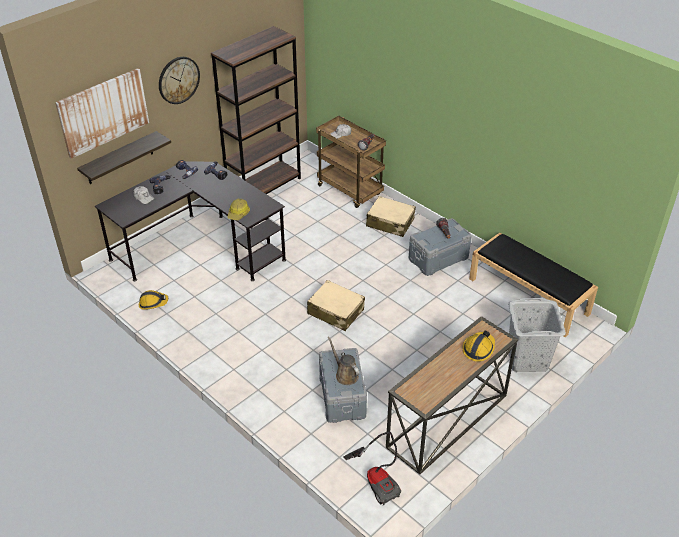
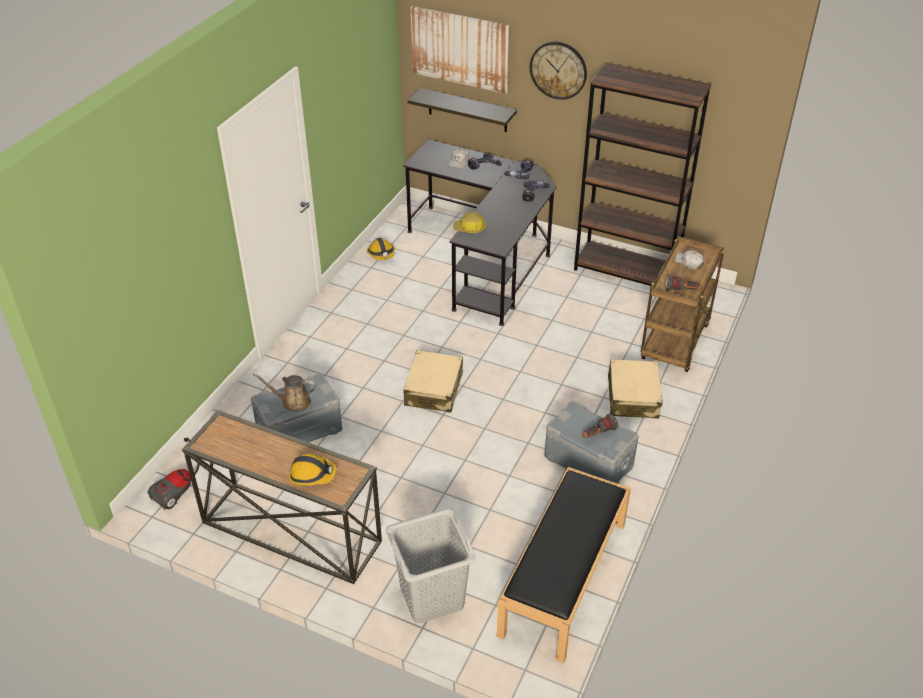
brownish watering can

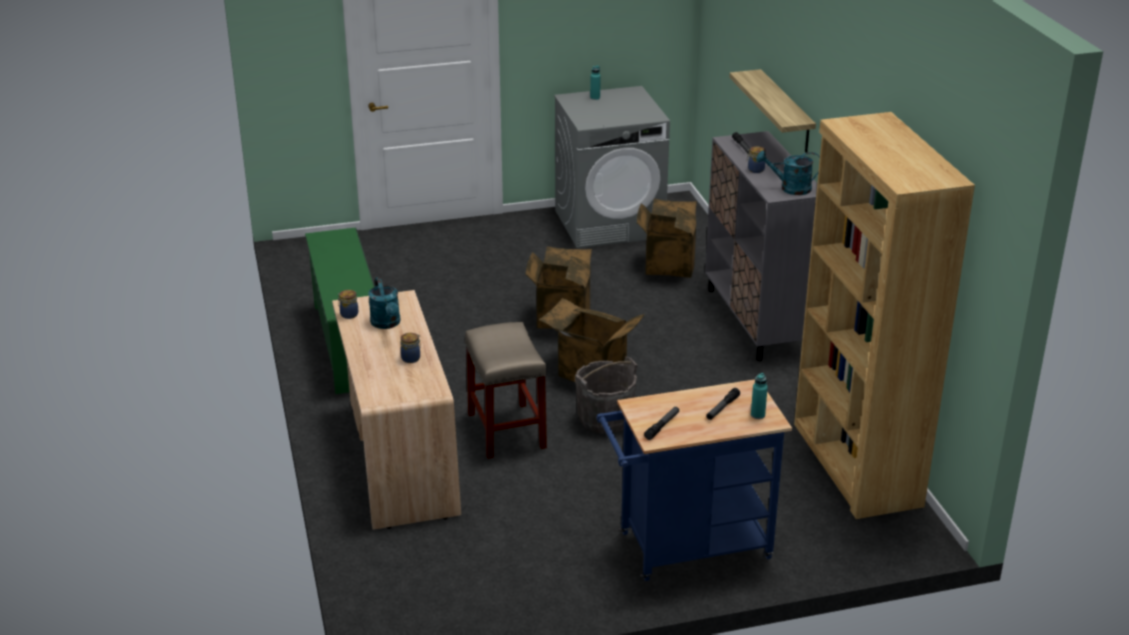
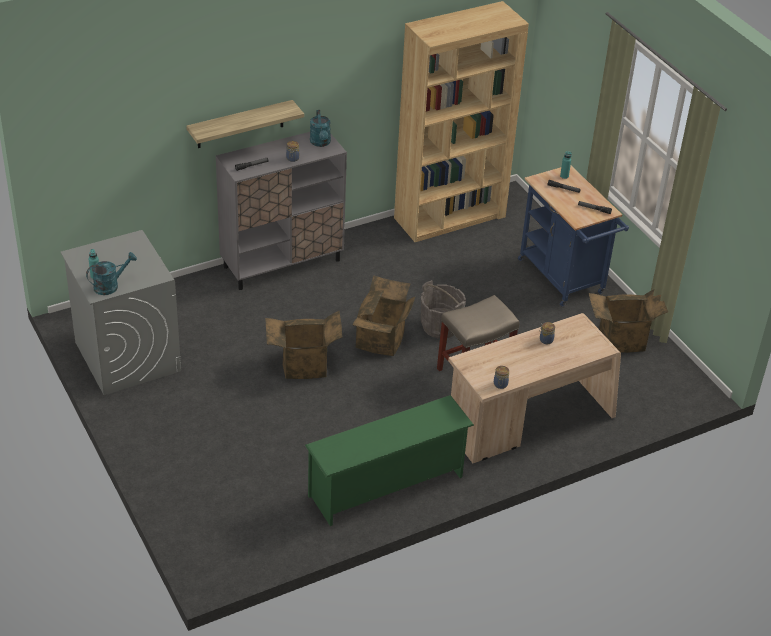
carton (no. 3 from left)
turquoise watering can (no. 1 from left)

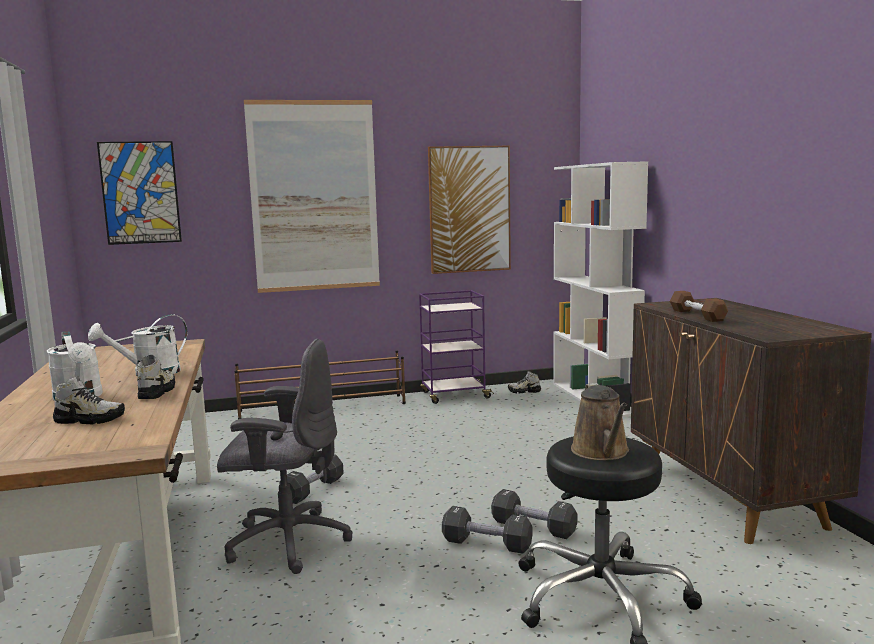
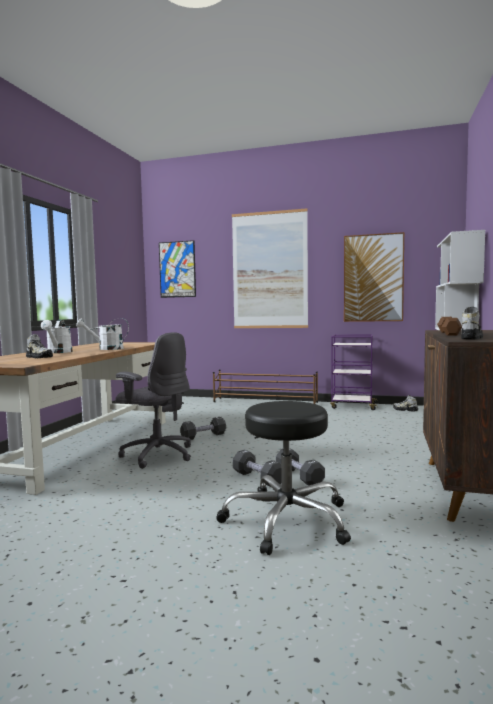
low shoe (no. 3 from left)
brownish watering can

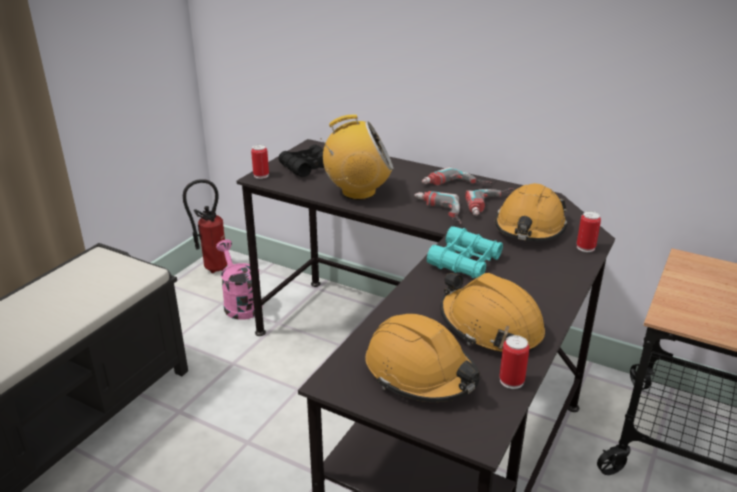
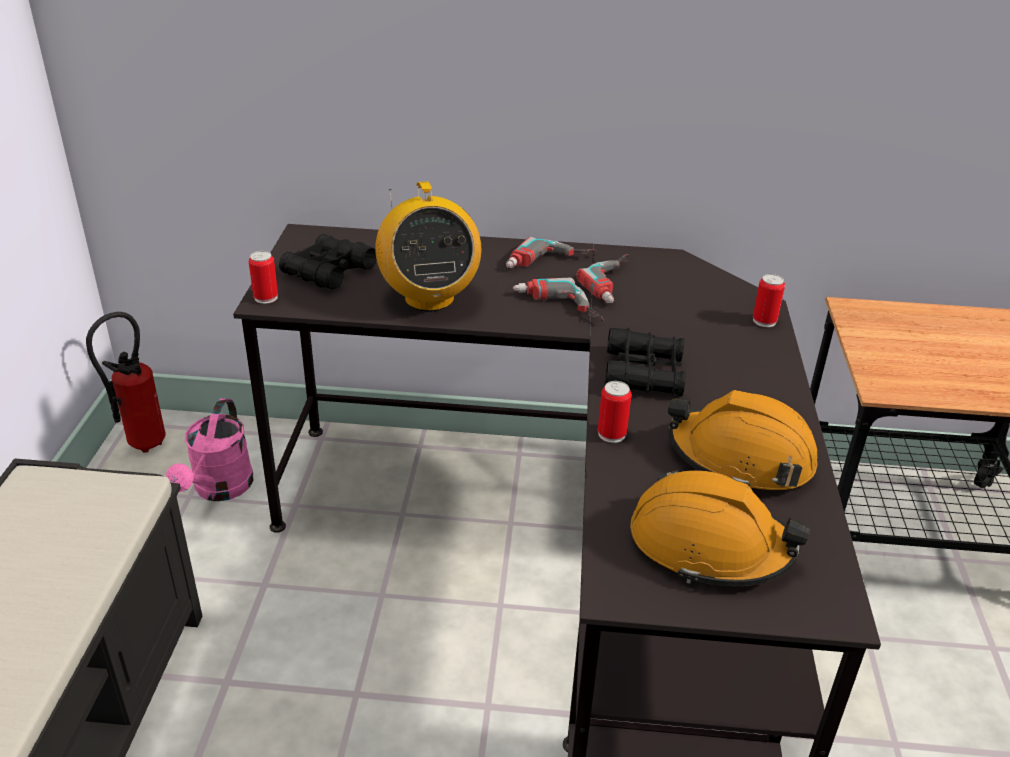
radio
orange-coloured hard hat (no. 3 from left in the first image)
black field glasses (no. 2 from left)
pink watering can
sealed can (no. 2 from left)

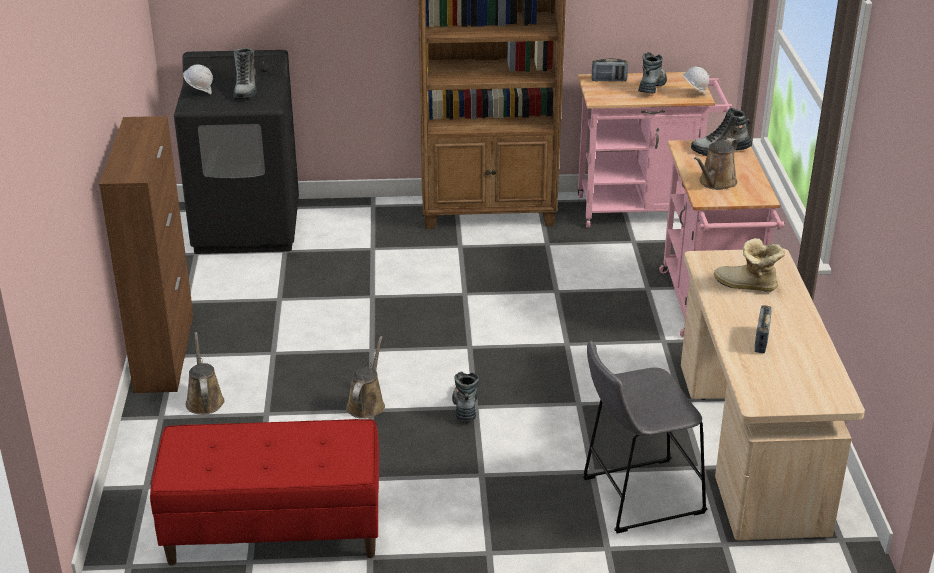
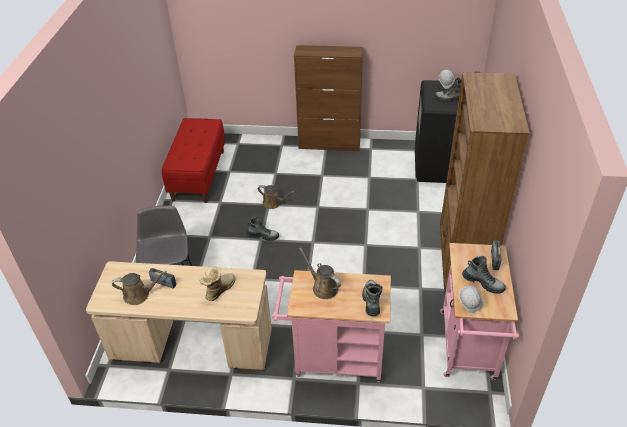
brownish watering can (no. 1 from left)

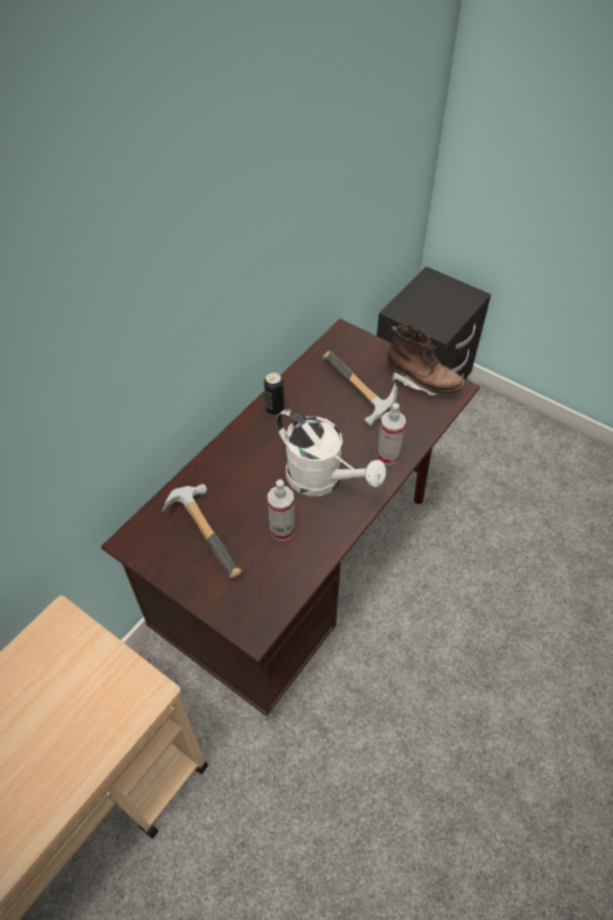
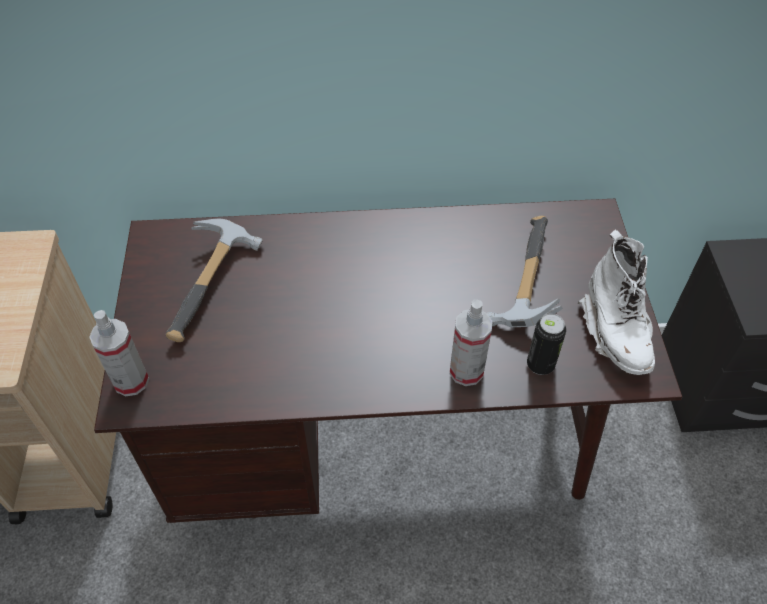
whitish tall boot
sealed can
whitish watering can
spray bottle (no. 1 from left)

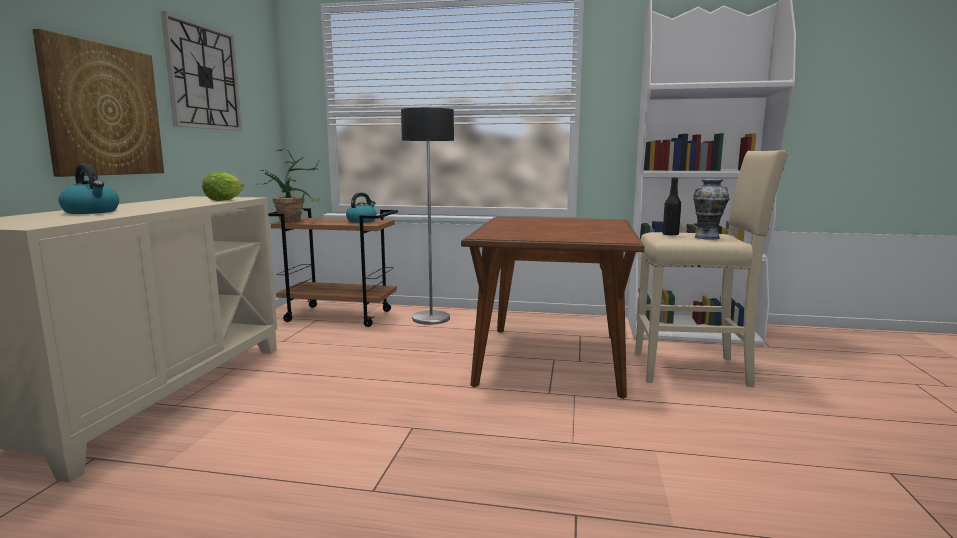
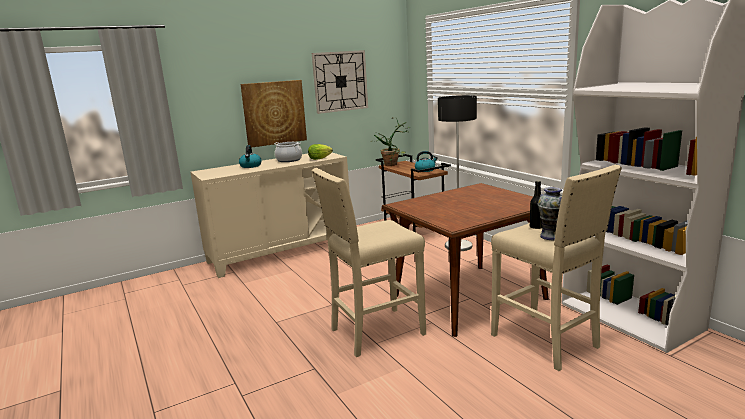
cooking pot
beige-coloured stool (no. 1 from left)

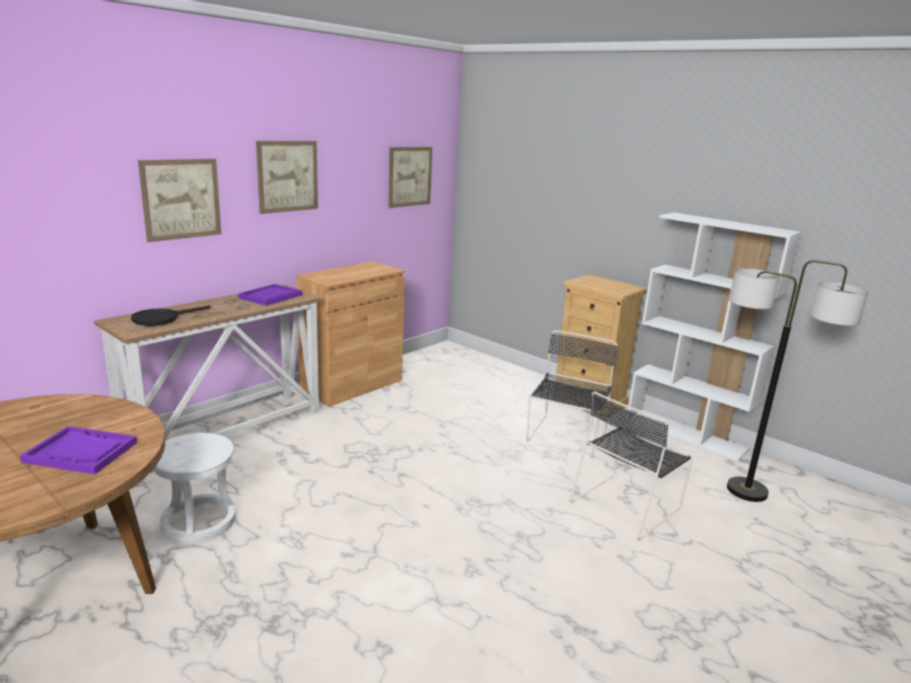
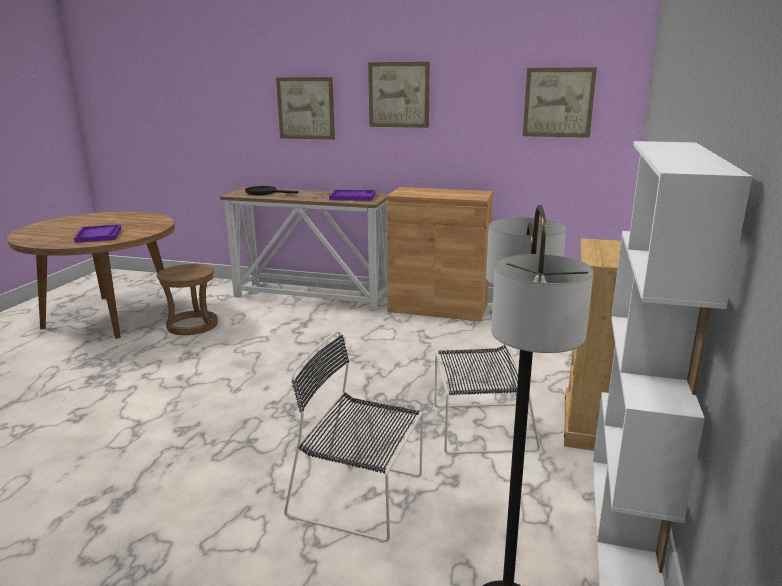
brownish stool

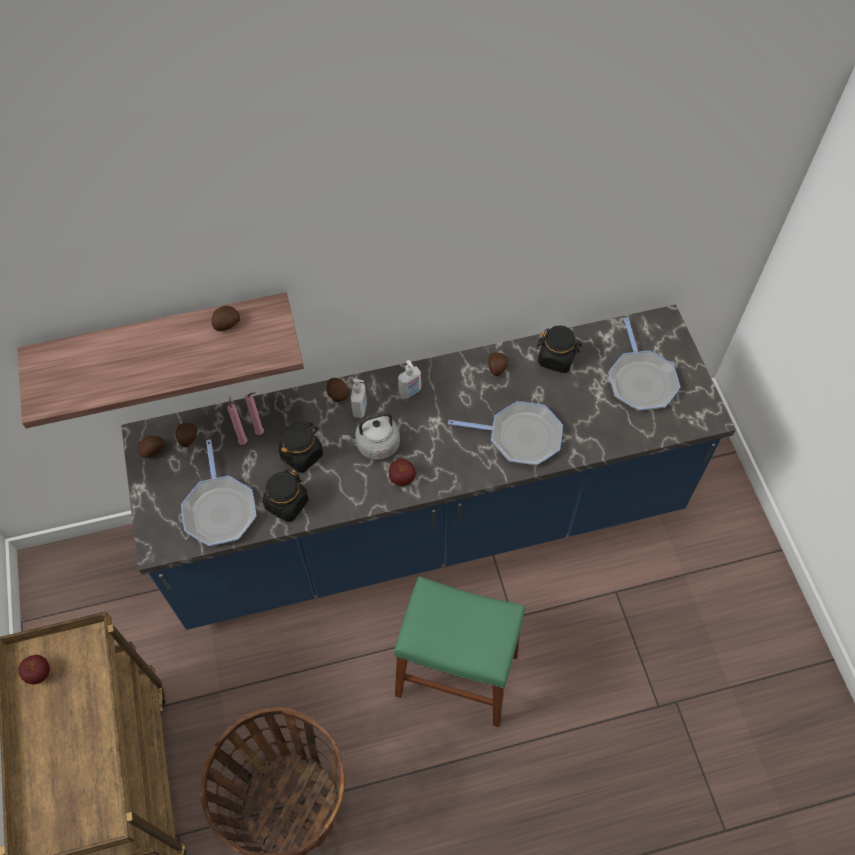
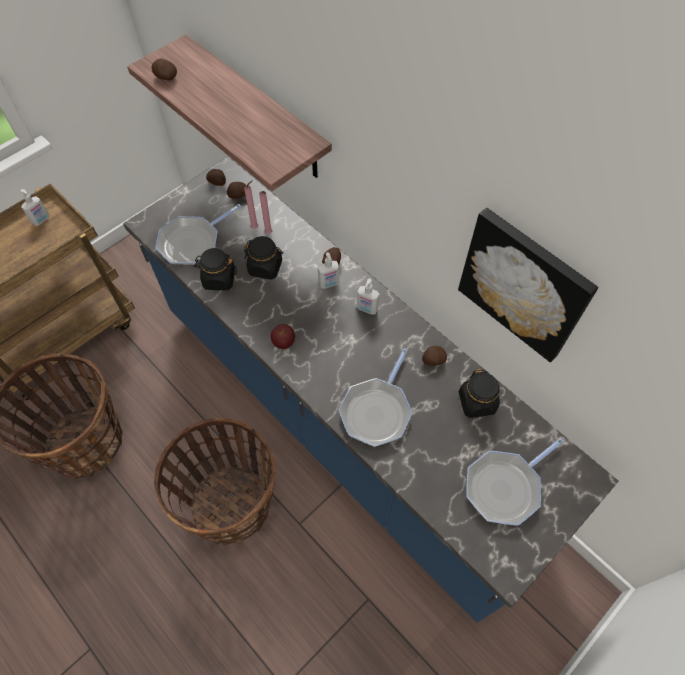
spud (no. 1 from left)
skillet (no. 2 from left)
gray tea kettle
storage basket (no. 2 from left)
liquid soap bottle (no. 1 from left)
wall picture

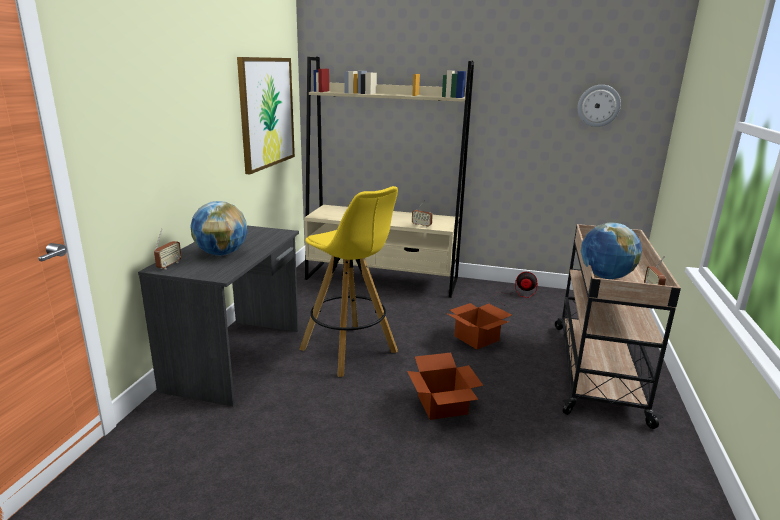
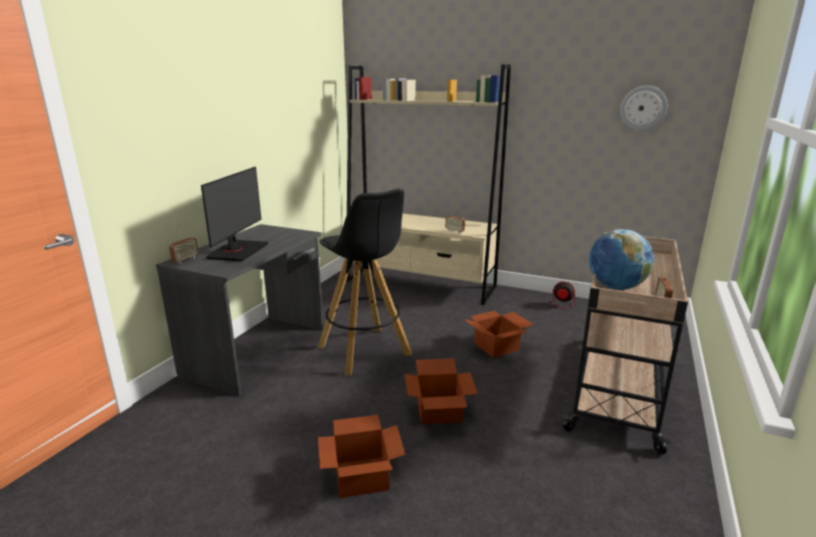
wall picture
black stool
monitor
carton (no. 1 from left)

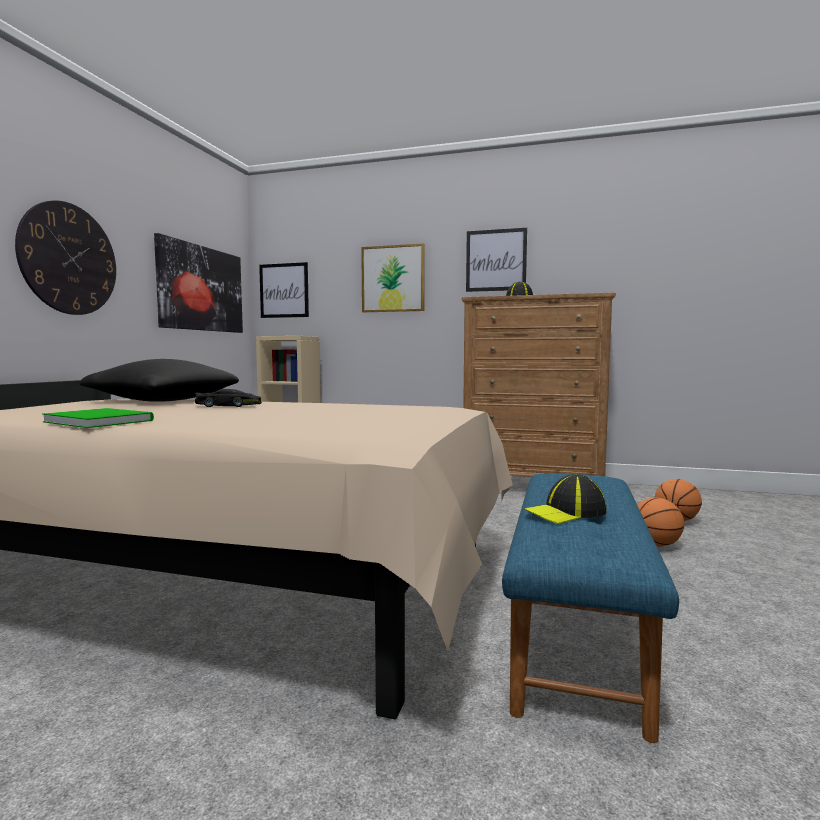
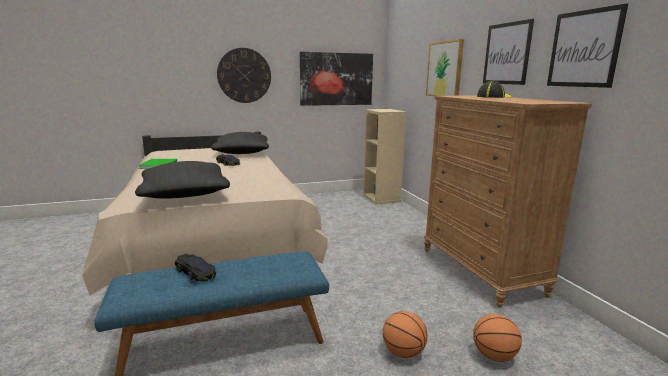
wall picture (no. 4 from left)
black toy car (no. 1 from left)
black cushion (no. 1 from left)

